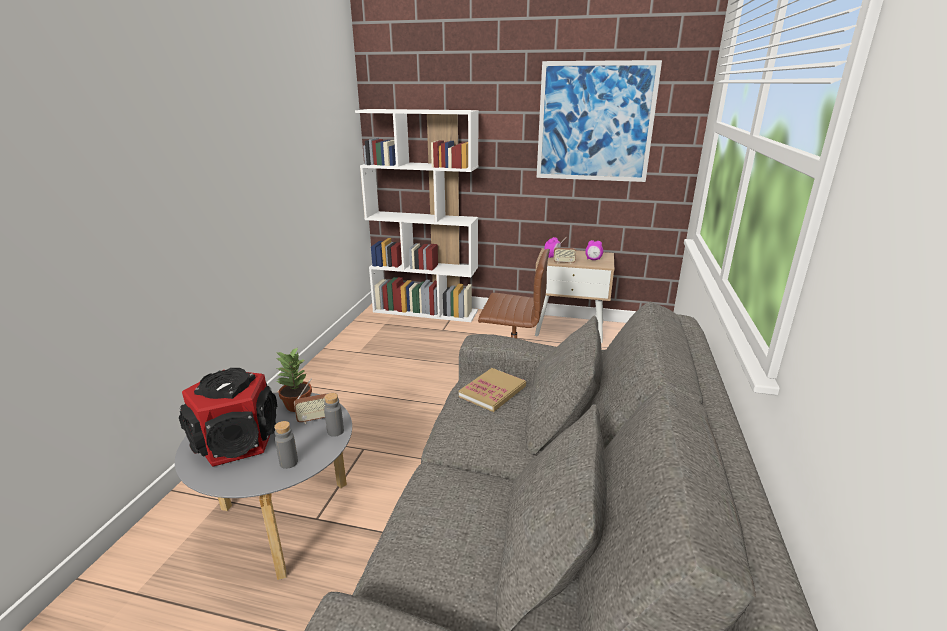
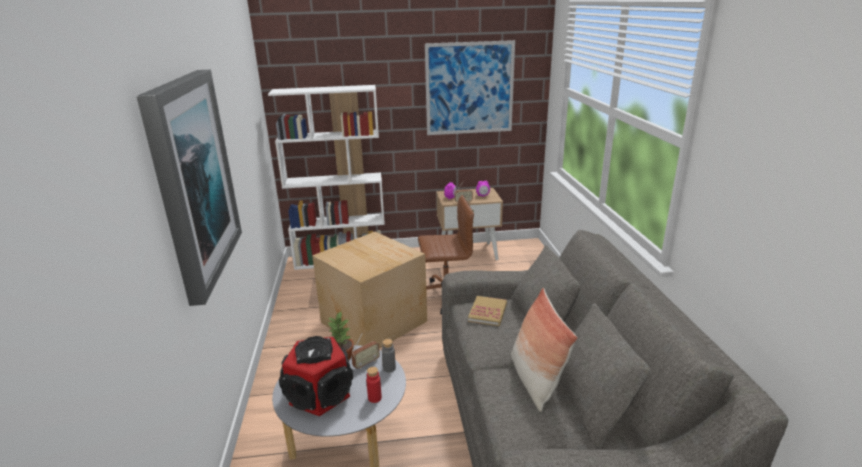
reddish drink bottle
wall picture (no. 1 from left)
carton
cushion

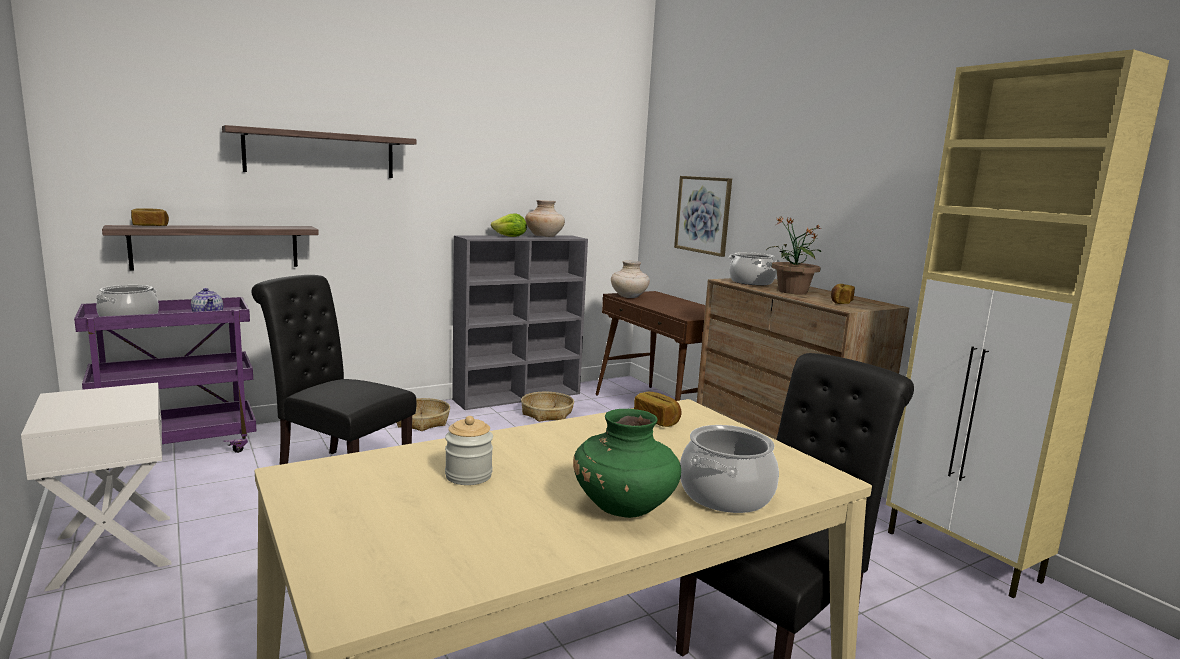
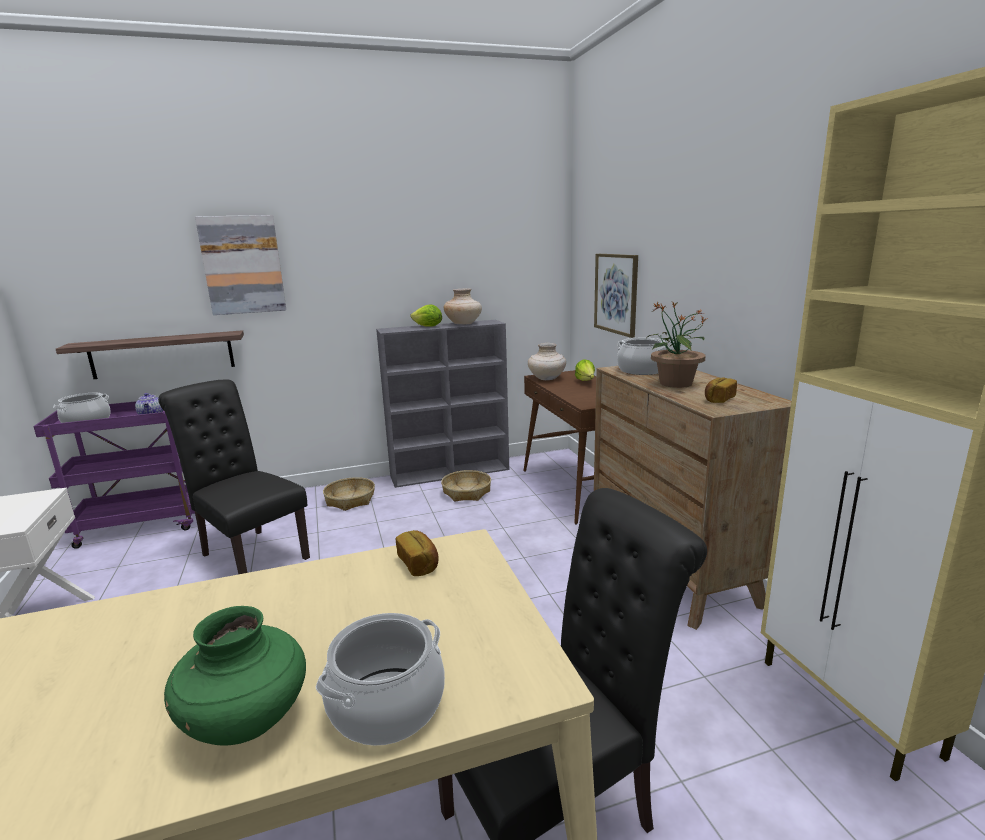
wall picture (no. 1 from left)
baked bread (no. 1 from left in the first image)
jar
head of lettuce (no. 2 from left)

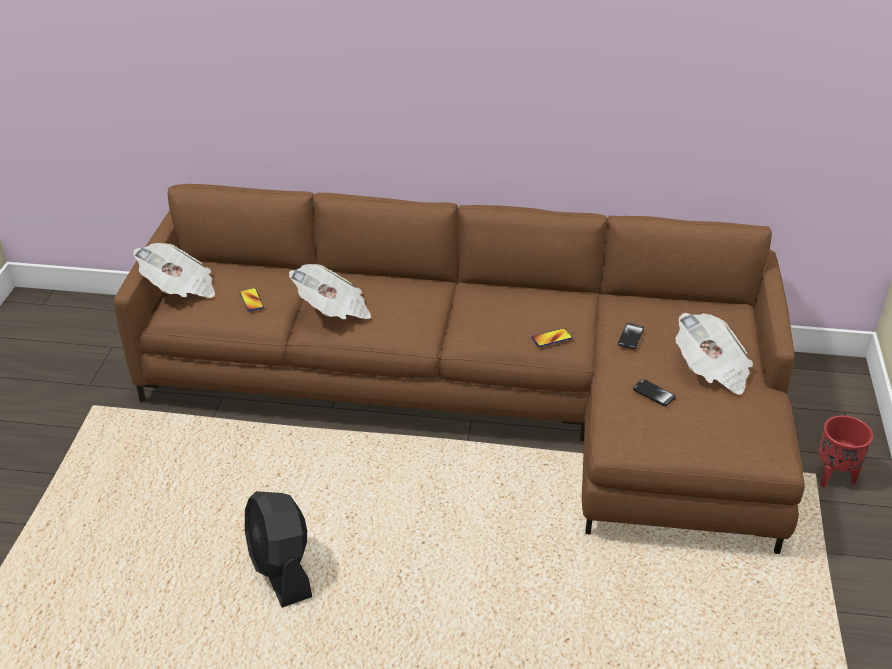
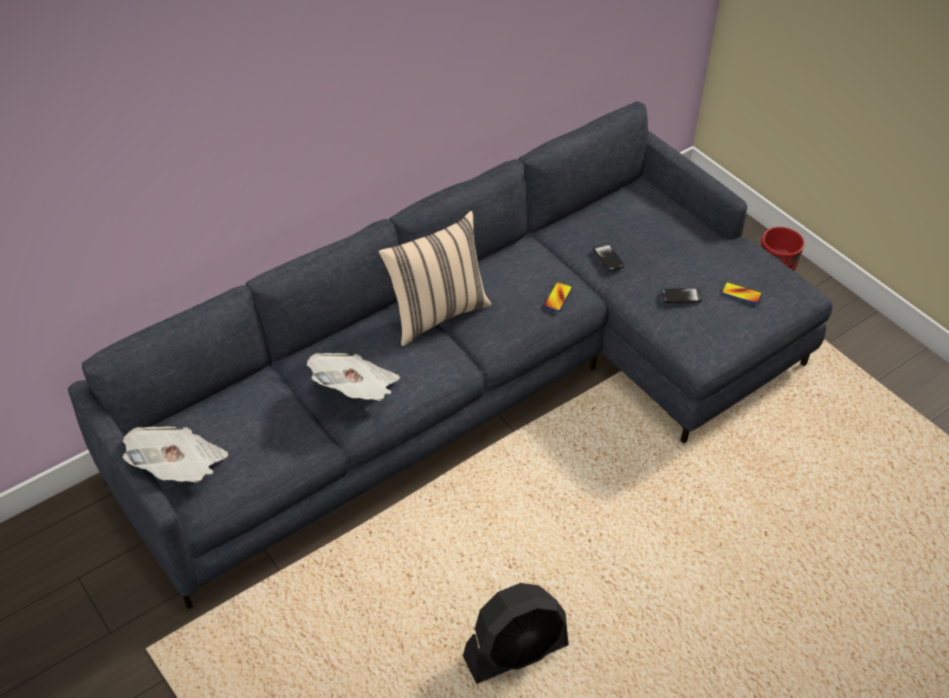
gray settee
telephone (no. 4 from left)
newspaper (no. 3 from left in the first image)
black fan
beige-coloured cushion

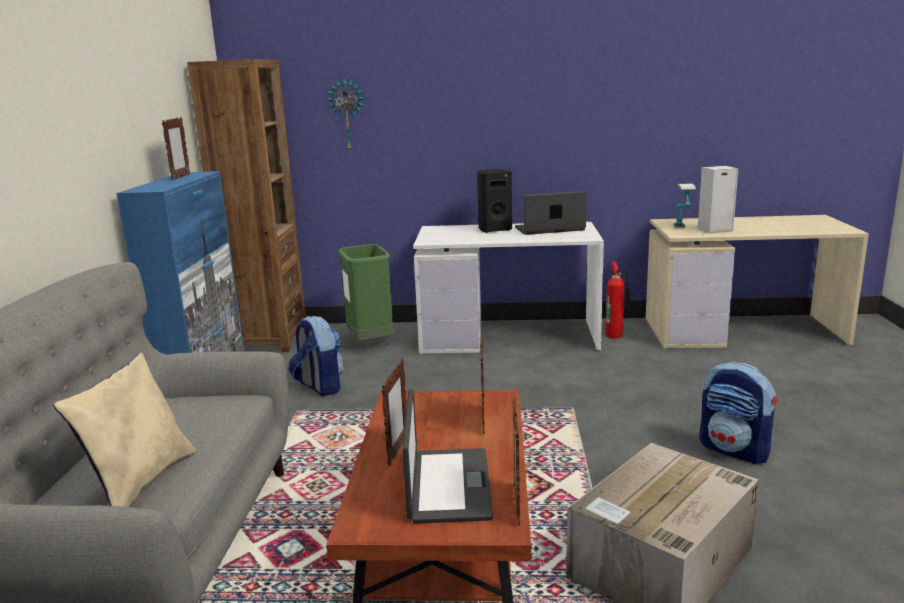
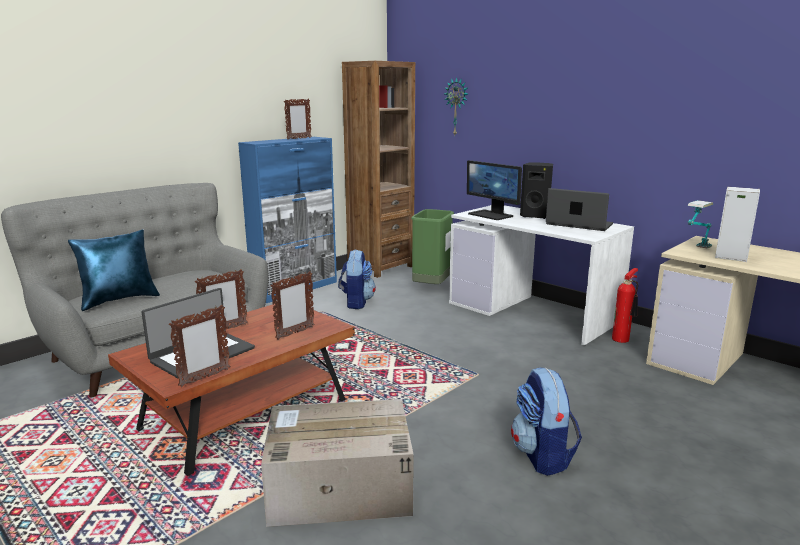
blue-coloured cushion
monitor

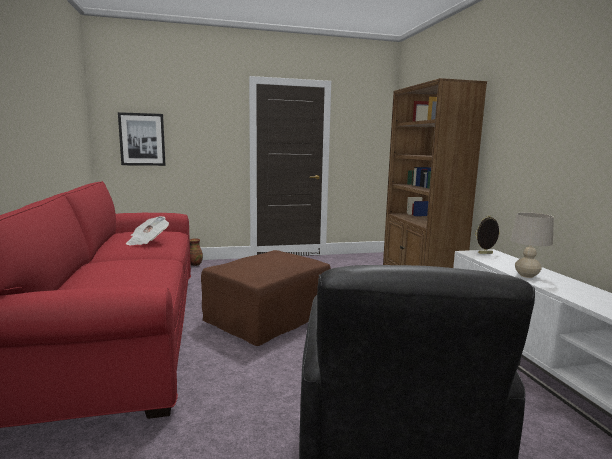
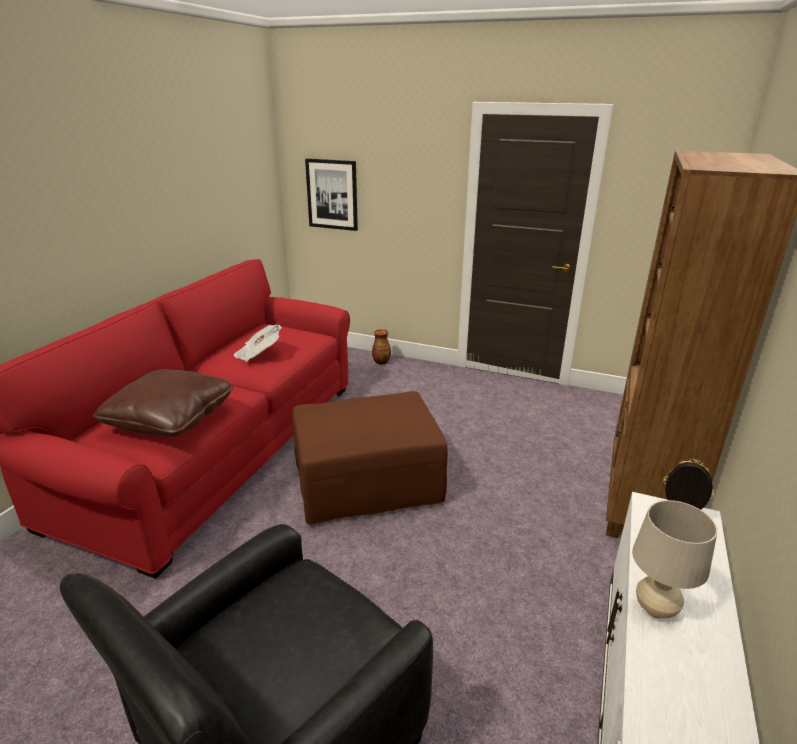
brownish cushion

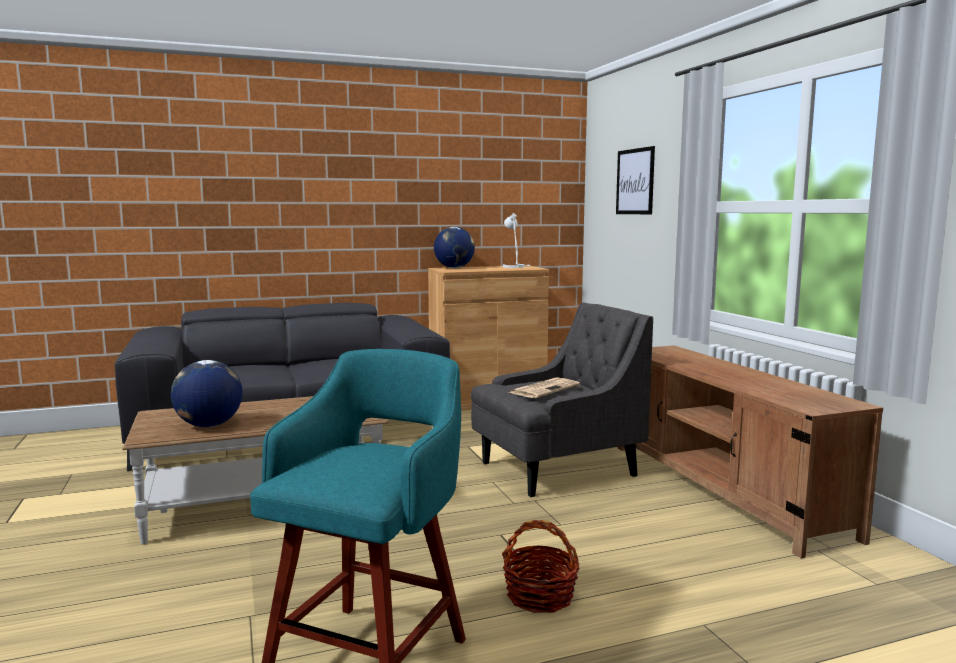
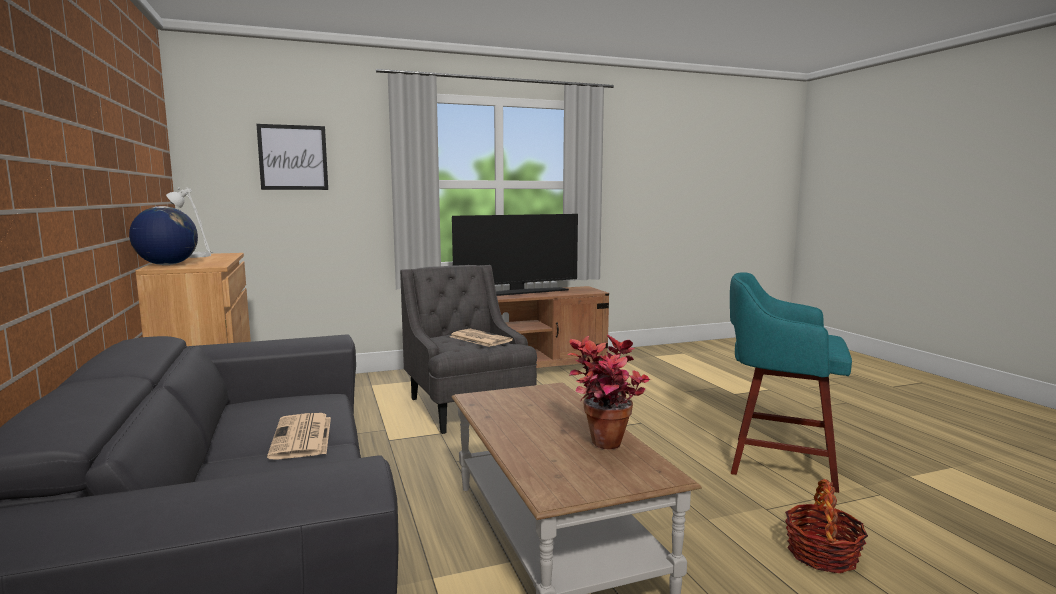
potted plant
storage basket
television
newspaper (no. 1 from left)

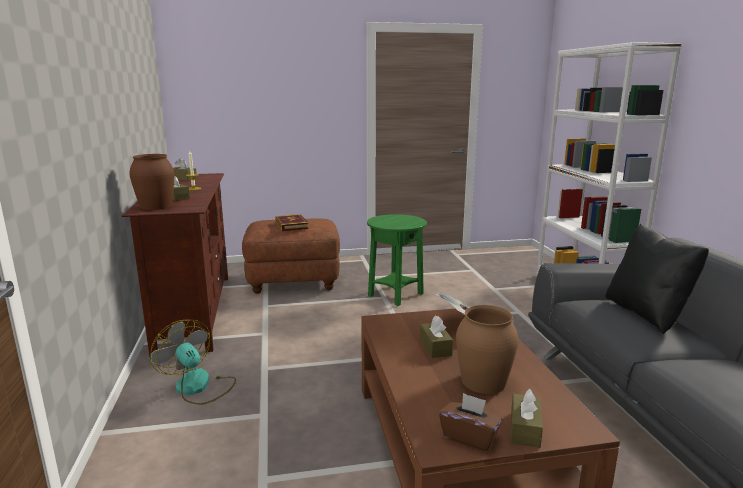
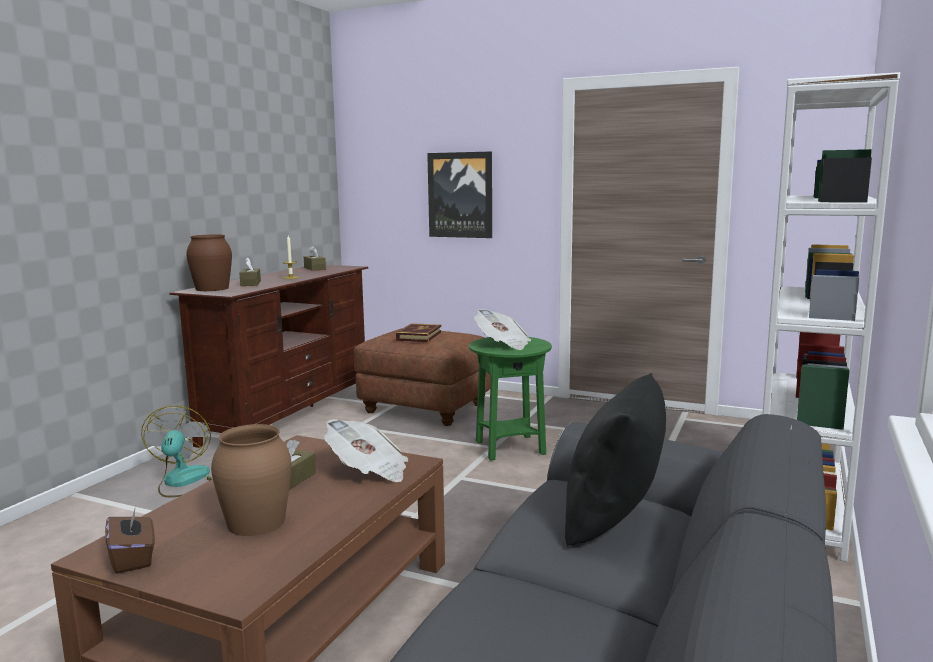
brownish tissue holder (no. 5 from left in the first image)
wall picture
newspaper (no. 2 from left)

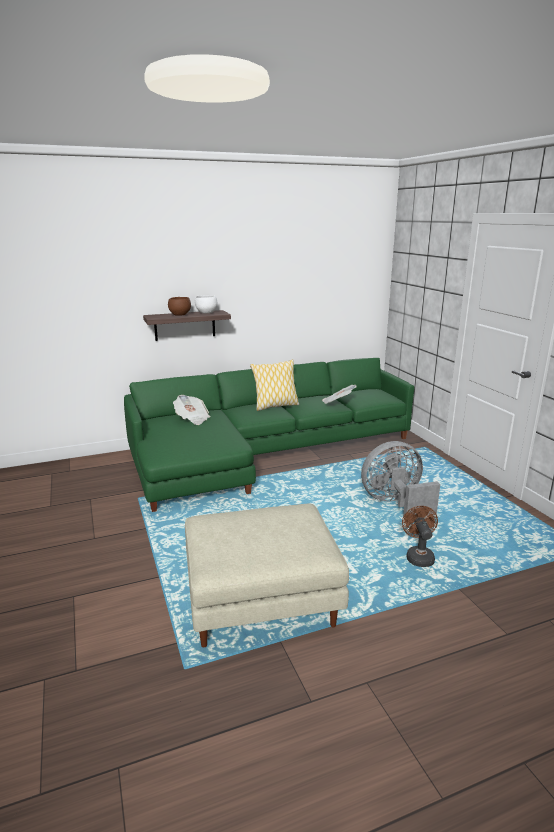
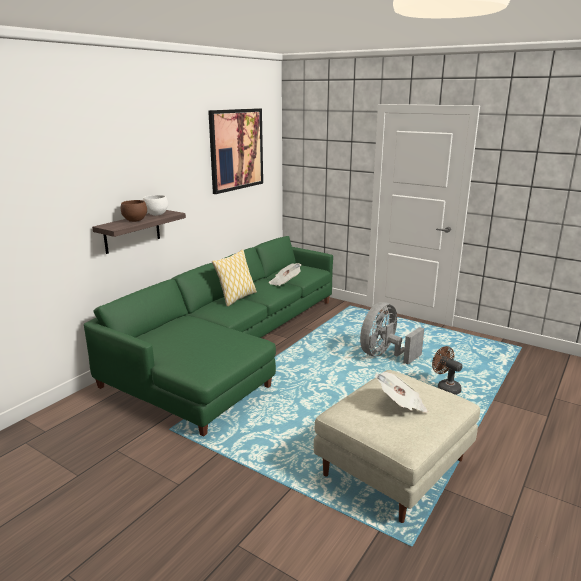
newspaper (no. 2 from left)
wall picture

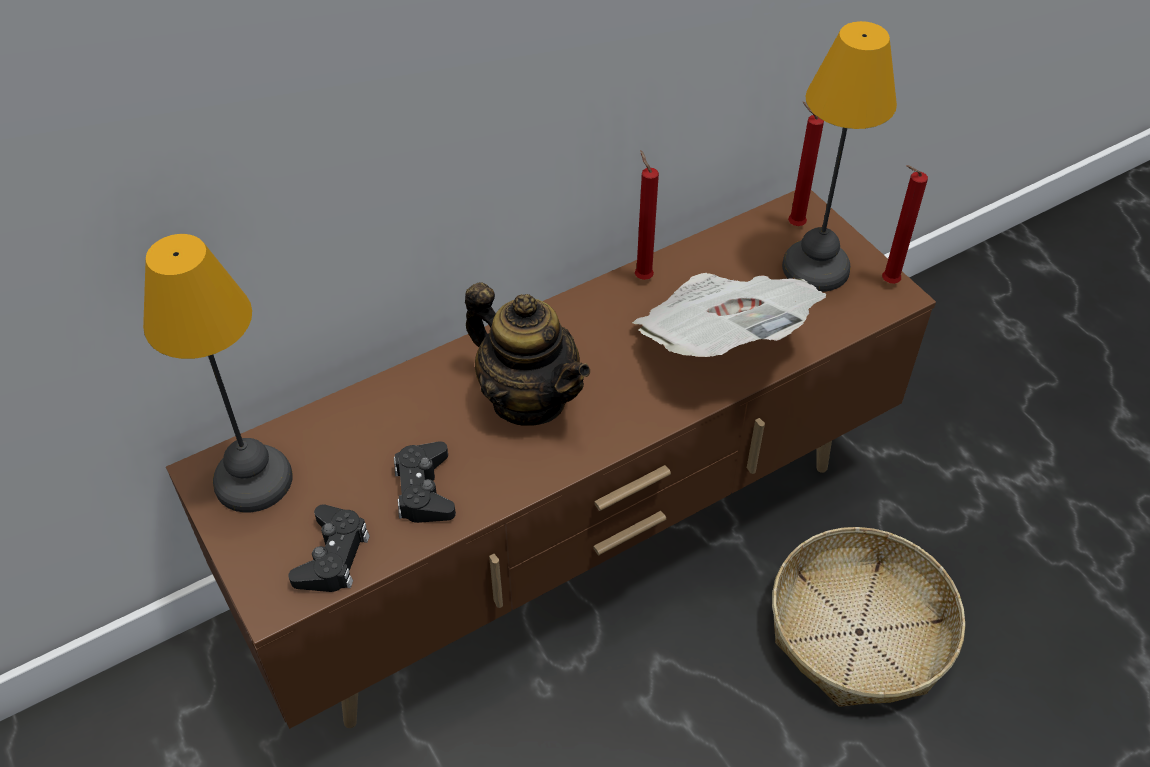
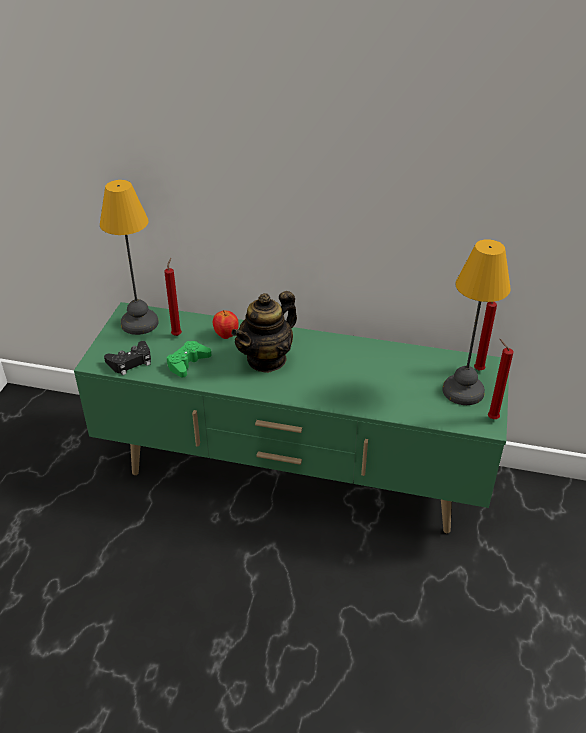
reddish candle (no. 1 from left)
greenish media console
newspaper
tea pot
greenish gamepad
storage basket
whole apple

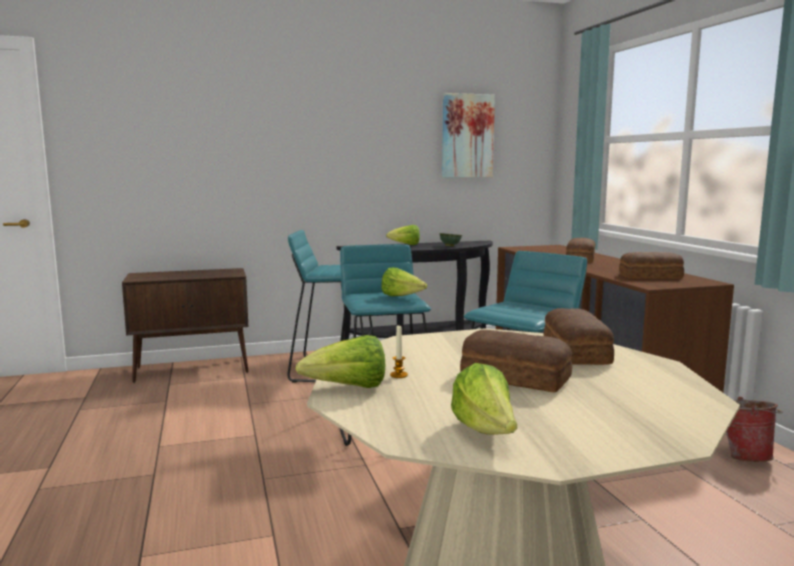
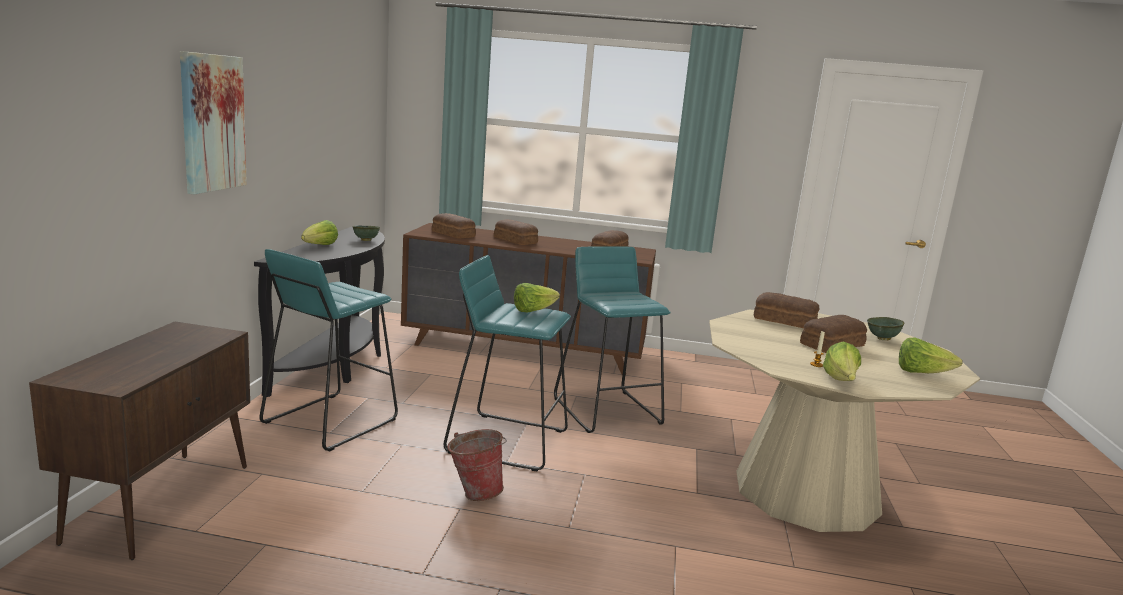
wall picture
bucket
baked bread (no. 1 from left)
greenish serving bowl (no. 2 from left)

